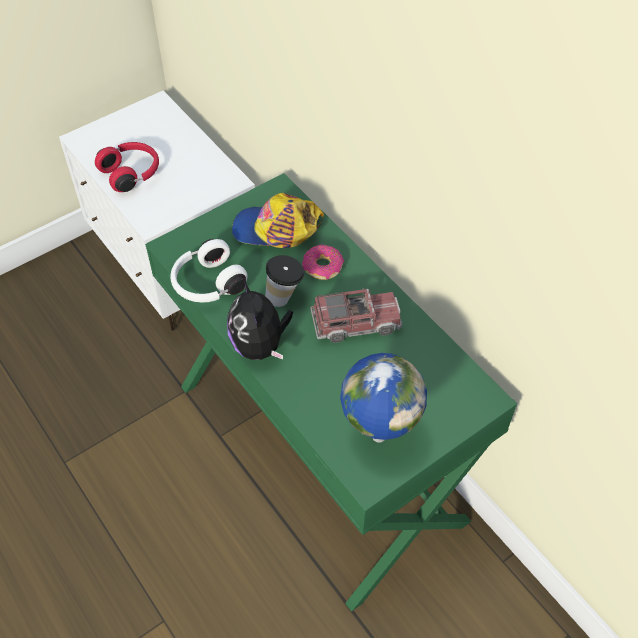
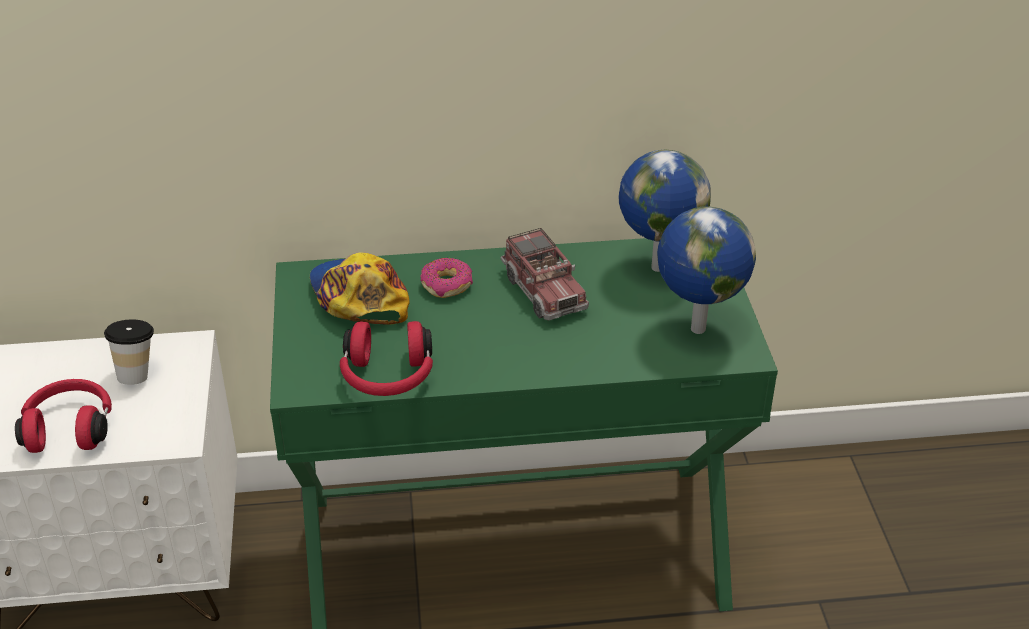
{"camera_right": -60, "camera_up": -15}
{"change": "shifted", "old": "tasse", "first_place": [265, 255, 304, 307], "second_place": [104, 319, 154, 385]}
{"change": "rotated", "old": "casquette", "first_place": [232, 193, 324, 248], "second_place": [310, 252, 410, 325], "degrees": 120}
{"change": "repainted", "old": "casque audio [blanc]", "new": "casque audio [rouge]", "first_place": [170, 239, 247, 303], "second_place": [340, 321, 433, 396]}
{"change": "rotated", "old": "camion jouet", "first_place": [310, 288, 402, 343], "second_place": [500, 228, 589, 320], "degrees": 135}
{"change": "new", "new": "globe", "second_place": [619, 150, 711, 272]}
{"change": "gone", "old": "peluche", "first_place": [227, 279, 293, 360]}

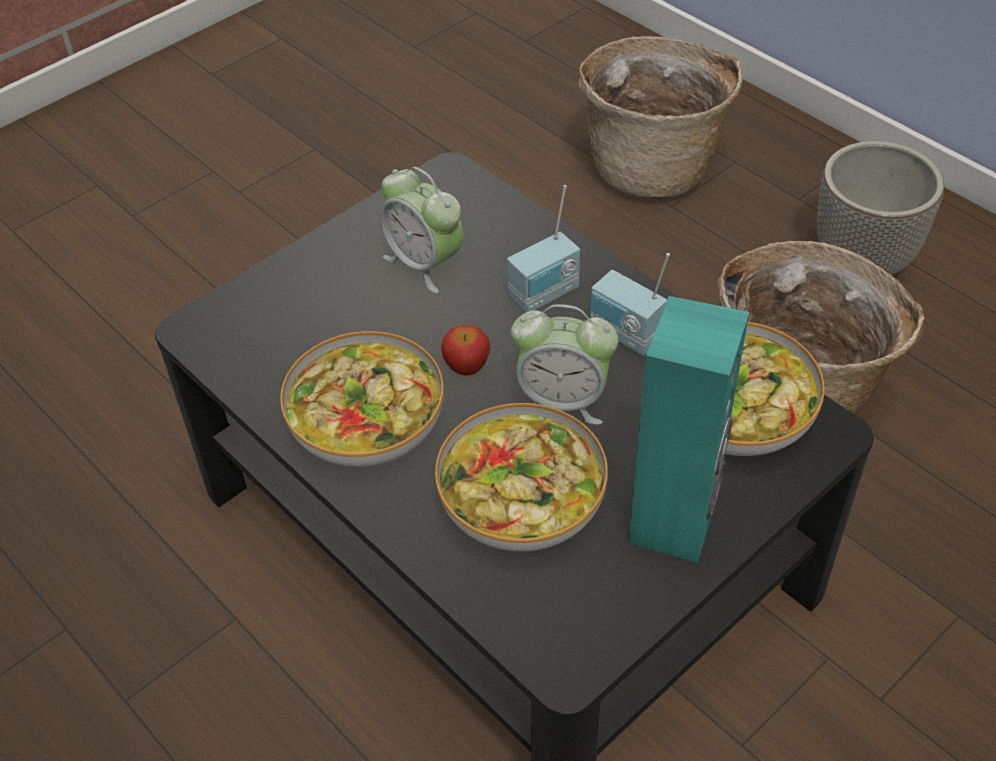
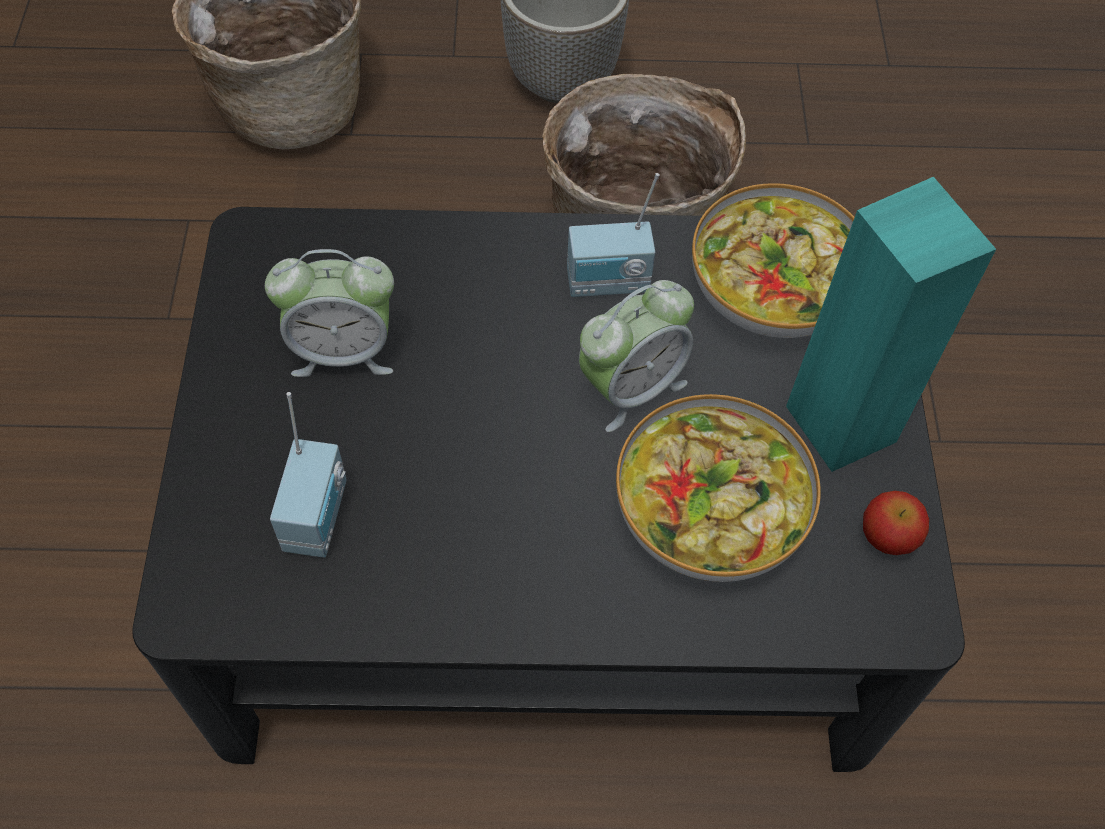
{"camera_right": -50, "camera_up": 10}
{"change": "shifted", "old": "radio", "first_place": [507, 185, 580, 313], "second_place": [270, 392, 346, 558]}
{"change": "shifted", "old": "pomme", "first_place": [441, 325, 490, 376], "second_place": [863, 491, 929, 555]}
{"change": "gone", "old": "bol", "first_place": [280, 331, 444, 467]}

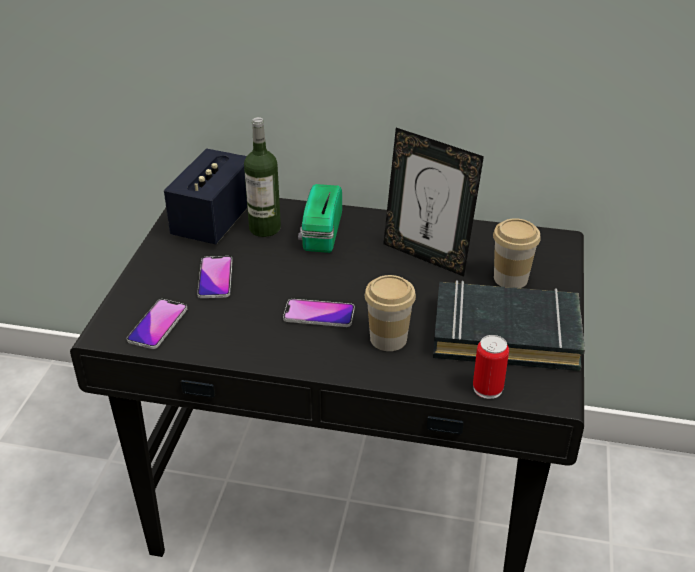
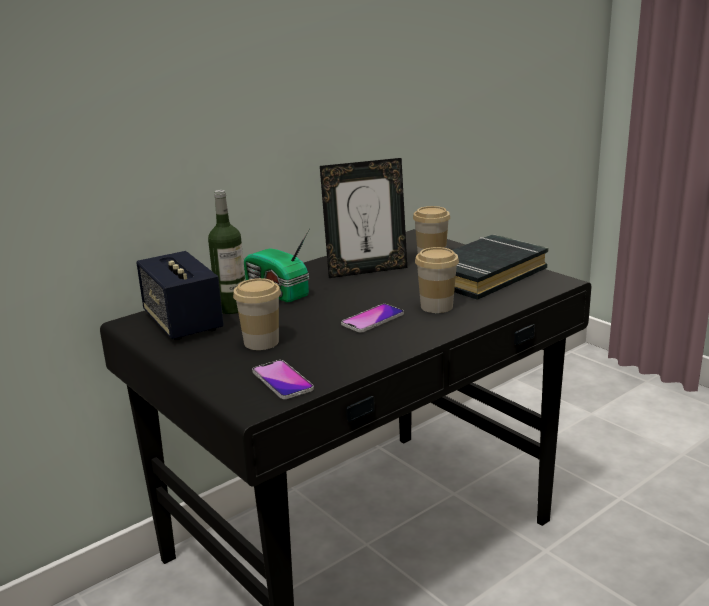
{"camera_right": -50, "camera_up": -15}
{"change": "swapped", "old": "téléphone", "new": "tasse", "first_place": [197, 256, 233, 298], "second_place": [233, 278, 281, 350]}
{"change": "gone", "old": "boîte métallique", "first_place": [473, 335, 509, 399]}

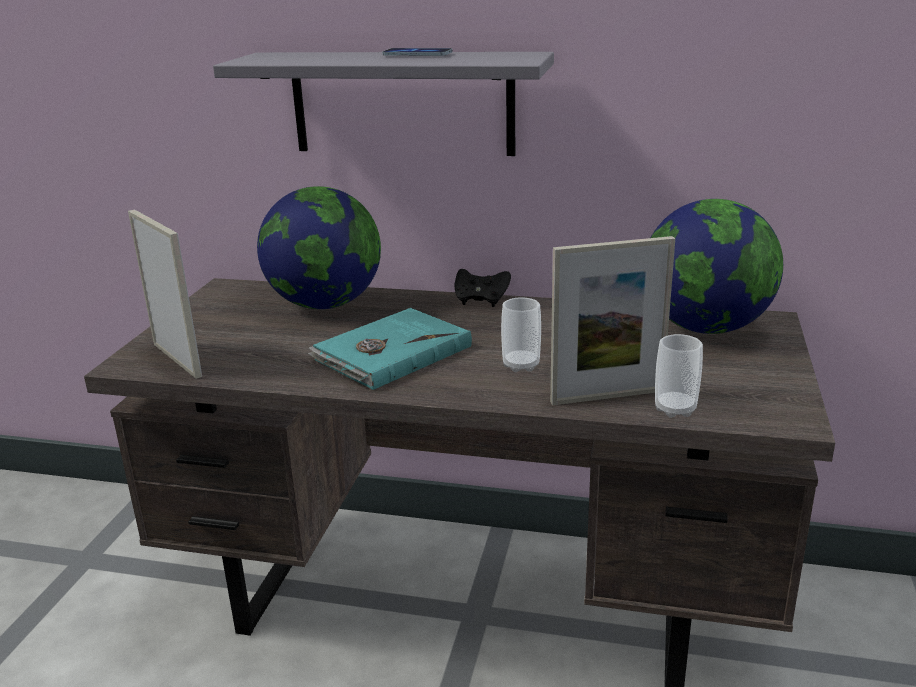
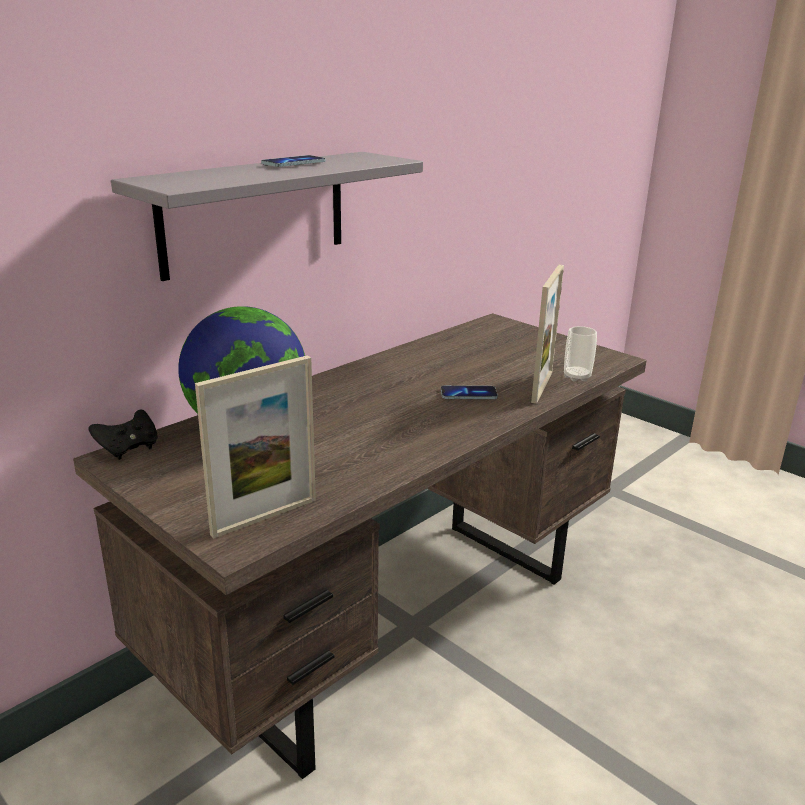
{"camera_right": -60, "camera_up": 0}
{"change": "shifted", "old": "manette [noir]", "first_place": [454, 269, 511, 307], "second_place": [88, 410, 158, 460]}
{"change": "rotated", "old": "cadre photo", "first_place": [128, 210, 202, 379], "second_place": [195, 356, 316, 539], "degrees": 150}
{"change": "swapped", "old": "tasse", "new": "téléphone", "first_place": [501, 297, 541, 372], "second_place": [441, 385, 498, 399]}
{"change": "gone", "old": "livre [turquoise]", "first_place": [308, 308, 472, 390]}
{"change": "gone", "old": "globe", "first_place": [651, 199, 783, 334]}

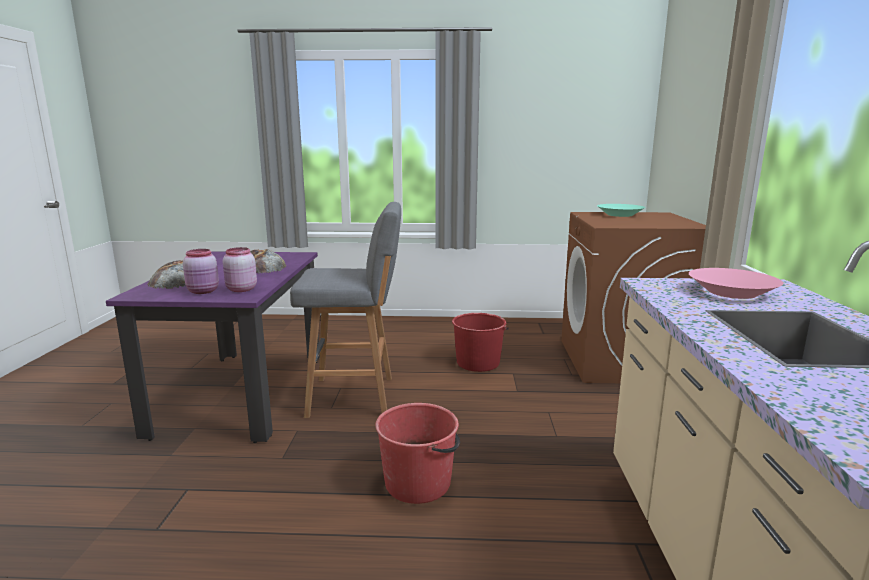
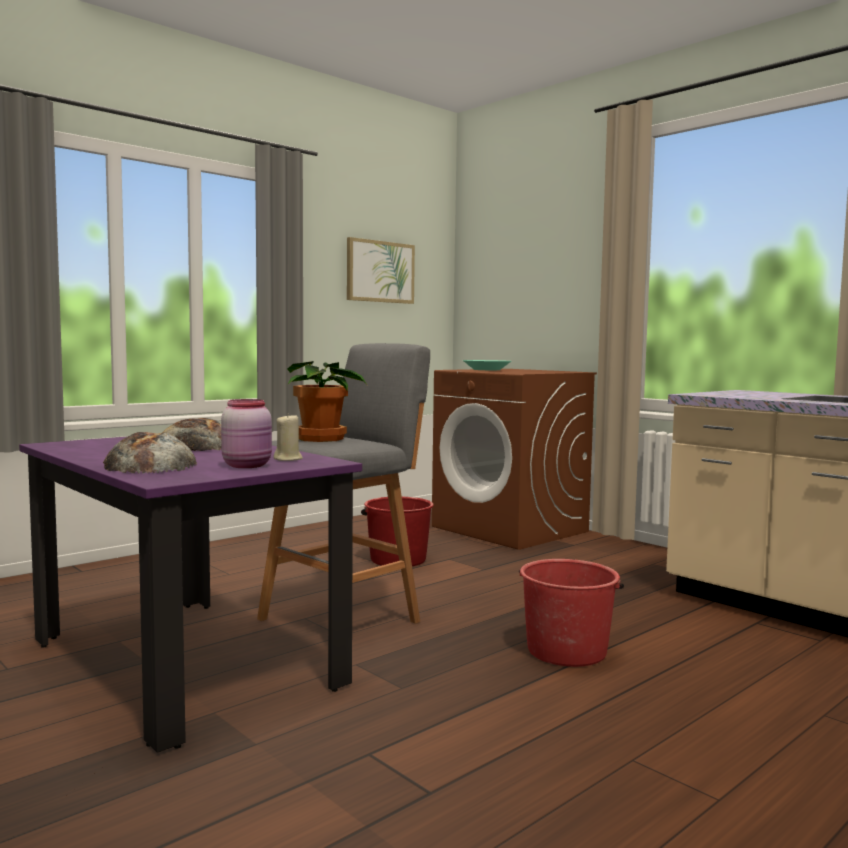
{"camera_right": -45, "camera_up": -10}
{"change": "swapped", "old": "bocal [rose]", "new": "bougie [beige]", "first_place": [223, 247, 257, 292], "second_place": [274, 413, 303, 461]}
{"change": "new", "new": "plante en pot", "second_place": [287, 361, 366, 442]}
{"change": "new", "new": "tableau", "second_place": [347, 237, 415, 304]}
{"change": "gone", "old": "bol [rose]", "first_place": [689, 268, 783, 299]}

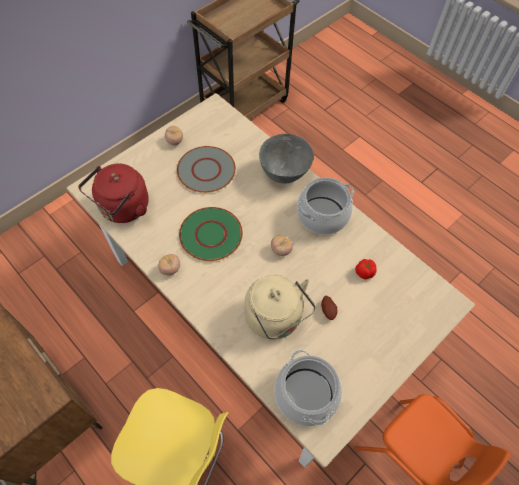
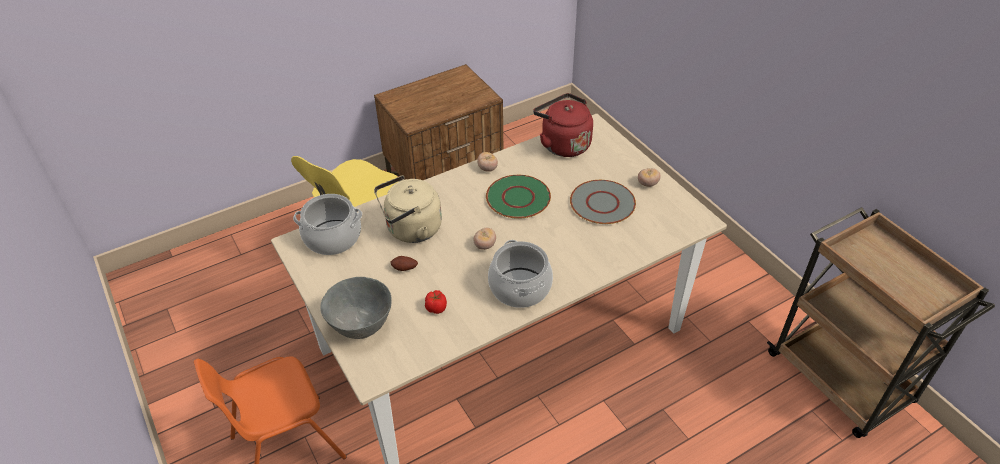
{"camera_right": 105, "camera_up": -15}
{"change": "shifted", "old": "bol [gris]", "first_place": [259, 134, 314, 183], "second_place": [320, 277, 392, 339]}

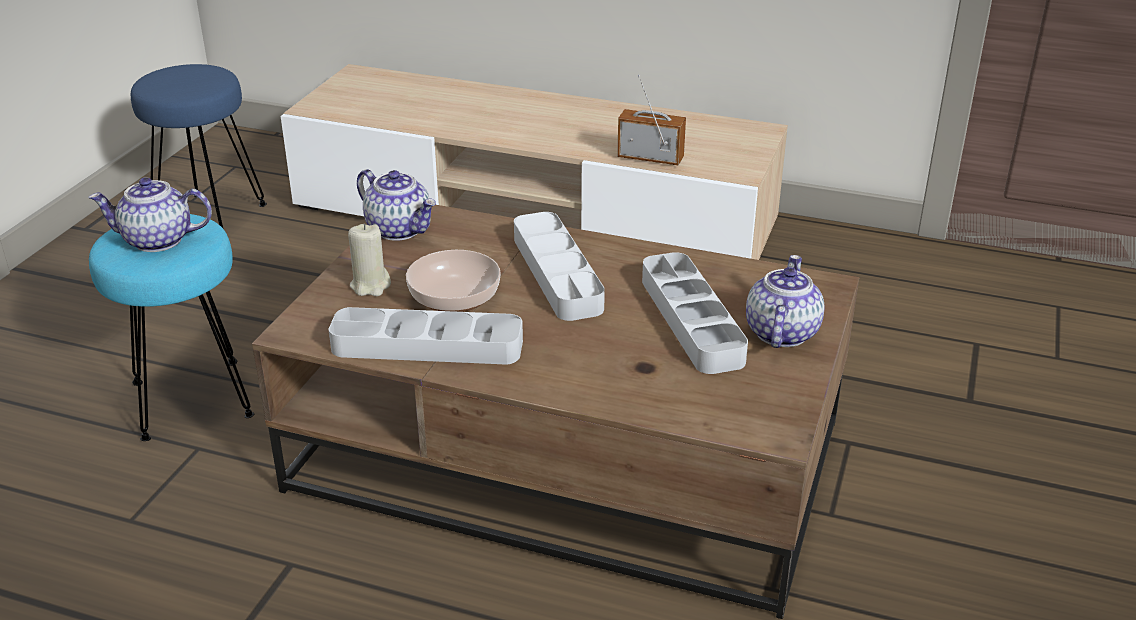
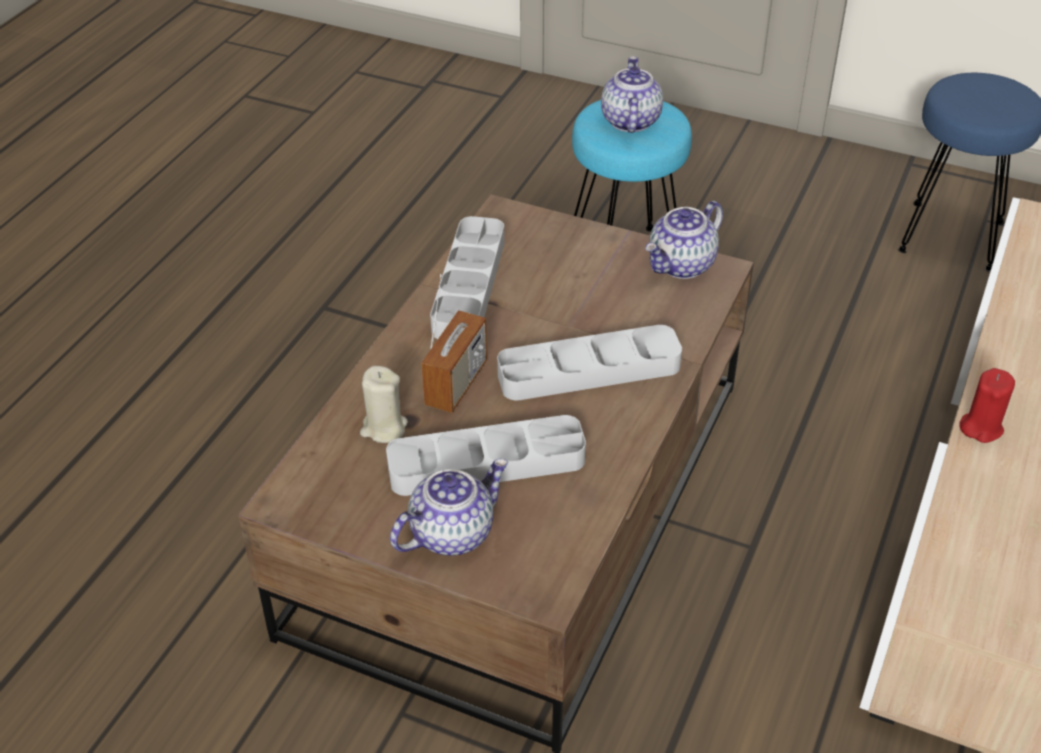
{"camera_right": 95, "camera_up": 10}
{"change": "shifted", "old": "bougie [beige]", "first_place": [348, 224, 391, 296], "second_place": [360, 366, 408, 443]}
{"change": "rotated", "old": "théière", "first_place": [746, 255, 825, 348], "second_place": [390, 459, 508, 556], "degrees": -60}
{"change": "shifted", "old": "radio", "first_place": [617, 75, 686, 165], "second_place": [421, 274, 487, 413]}
{"change": "new", "new": "bougie [rouge]", "second_place": [959, 368, 1015, 443]}
{"change": "gone", "old": "bol", "first_place": [406, 250, 501, 312]}

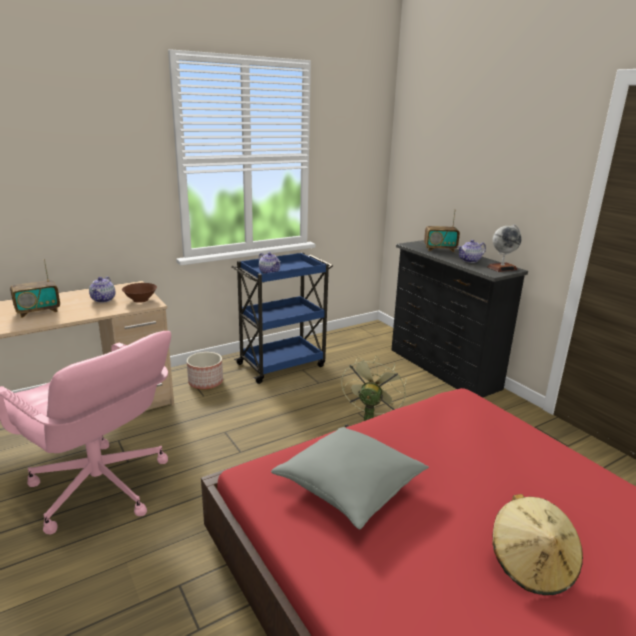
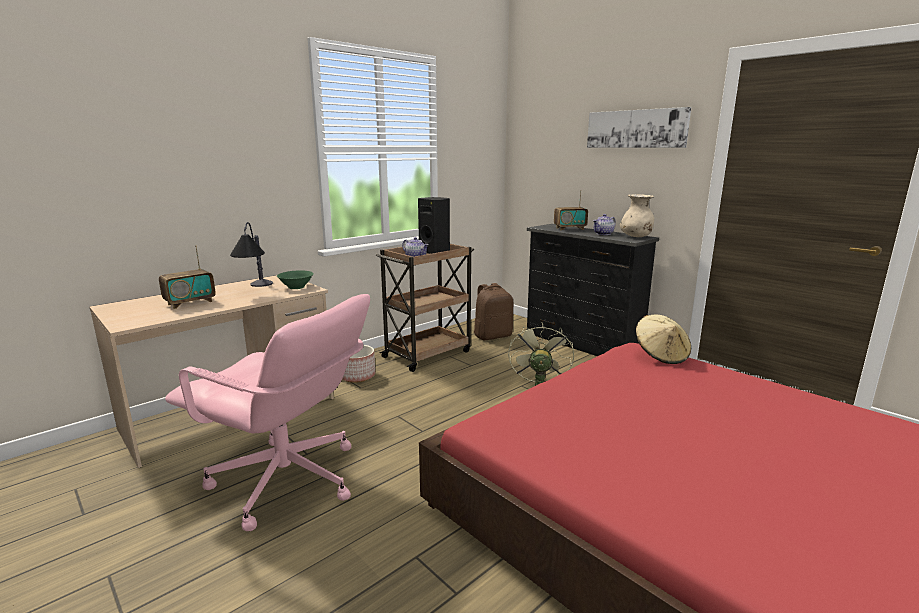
{"camera_right": -10, "camera_up": -5}
{"change": "swapped", "old": "théière", "new": "lampe de table", "first_place": [89, 277, 115, 302], "second_place": [230, 222, 273, 287]}
{"change": "repainted", "old": "bol [marron]", "new": "bol [vert]", "first_place": [122, 283, 157, 303], "second_place": [277, 270, 314, 289]}
{"change": "repainted", "old": "chariot [bleu]", "new": "chariot [marron]", "first_place": [232, 252, 333, 384], "second_place": [376, 244, 474, 372]}
{"change": "new", "new": "enceinte [noir]", "second_place": [418, 197, 450, 254]}
{"change": "new", "new": "sac à dos [marron]", "second_place": [474, 283, 513, 340]}
{"change": "new", "new": "tableau", "second_place": [587, 107, 691, 148]}
{"change": "swapped", "old": "globe", "new": "vase [beige]", "first_place": [487, 224, 521, 272], "second_place": [620, 194, 654, 237]}
{"change": "shifted", "old": "chapeau [beige]", "first_place": [492, 494, 583, 595], "second_place": [636, 315, 691, 364]}
{"change": "gone", "old": "coussin [gris]", "first_place": [271, 427, 429, 529]}

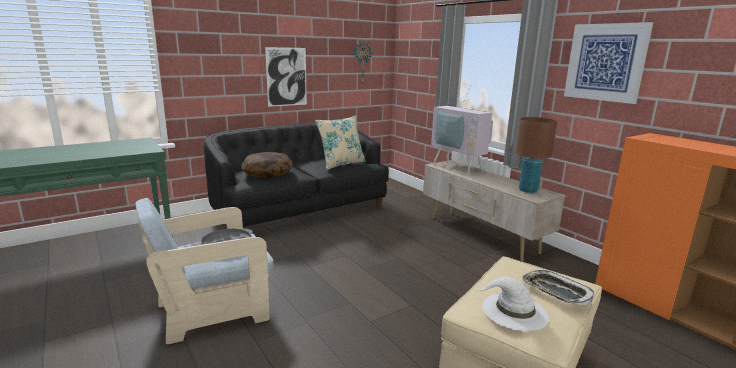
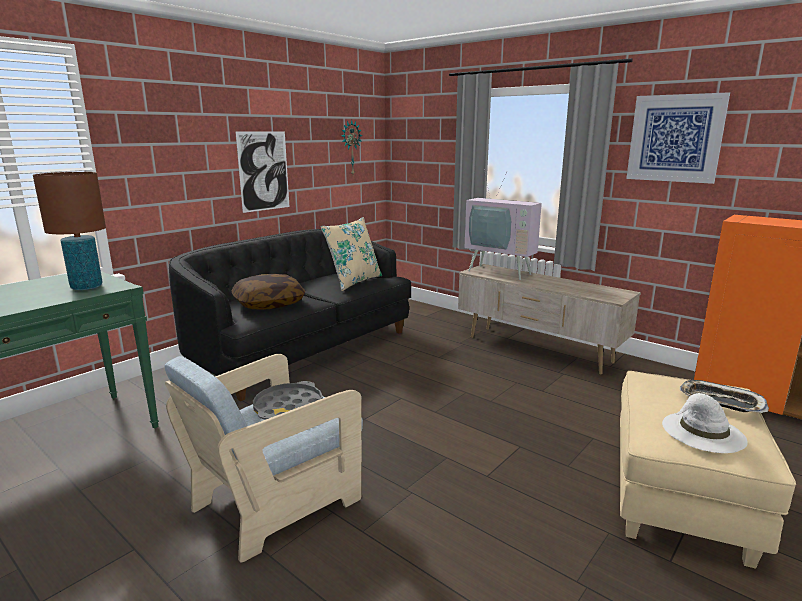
{"camera_right": -15, "camera_up": 0}
{"change": "shifted", "old": "lampe de table [marron]", "first_place": [516, 117, 557, 193], "second_place": [33, 172, 106, 290]}

